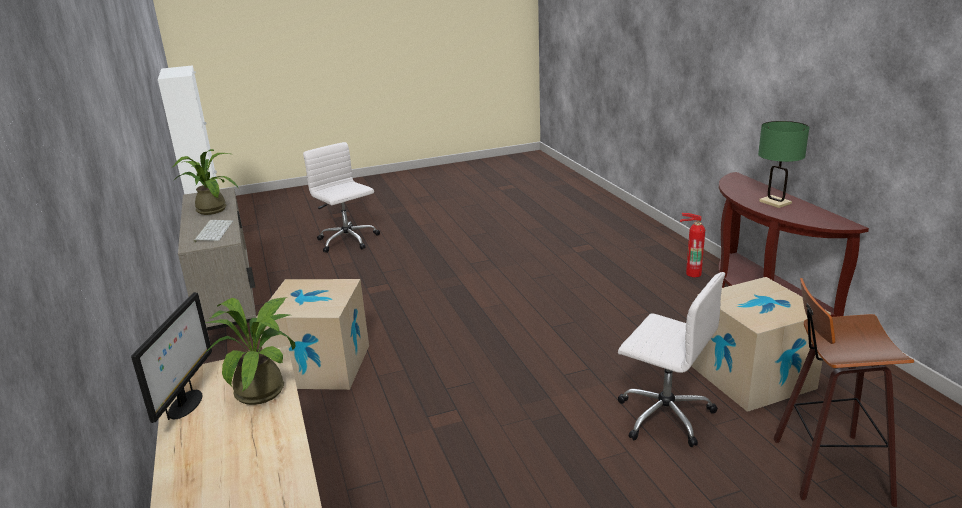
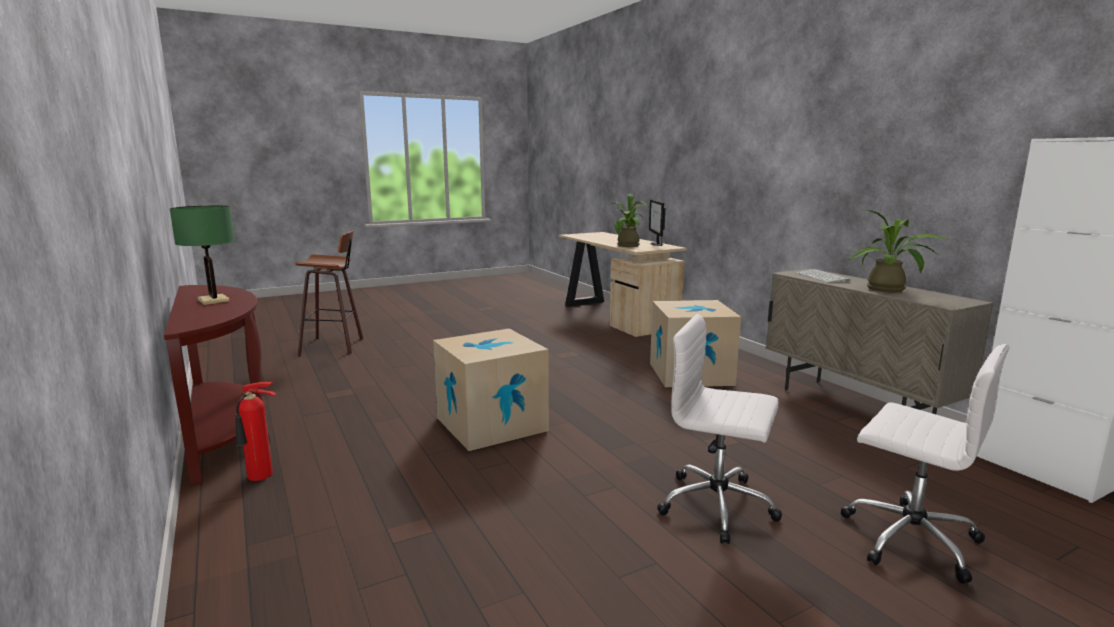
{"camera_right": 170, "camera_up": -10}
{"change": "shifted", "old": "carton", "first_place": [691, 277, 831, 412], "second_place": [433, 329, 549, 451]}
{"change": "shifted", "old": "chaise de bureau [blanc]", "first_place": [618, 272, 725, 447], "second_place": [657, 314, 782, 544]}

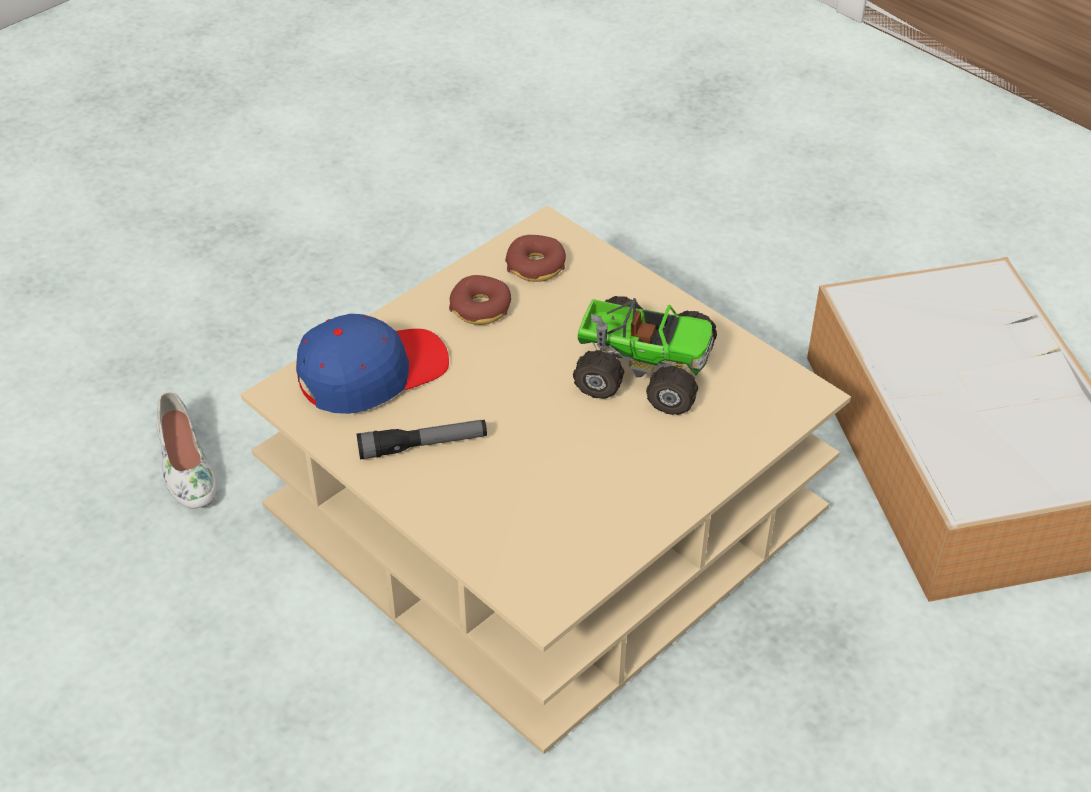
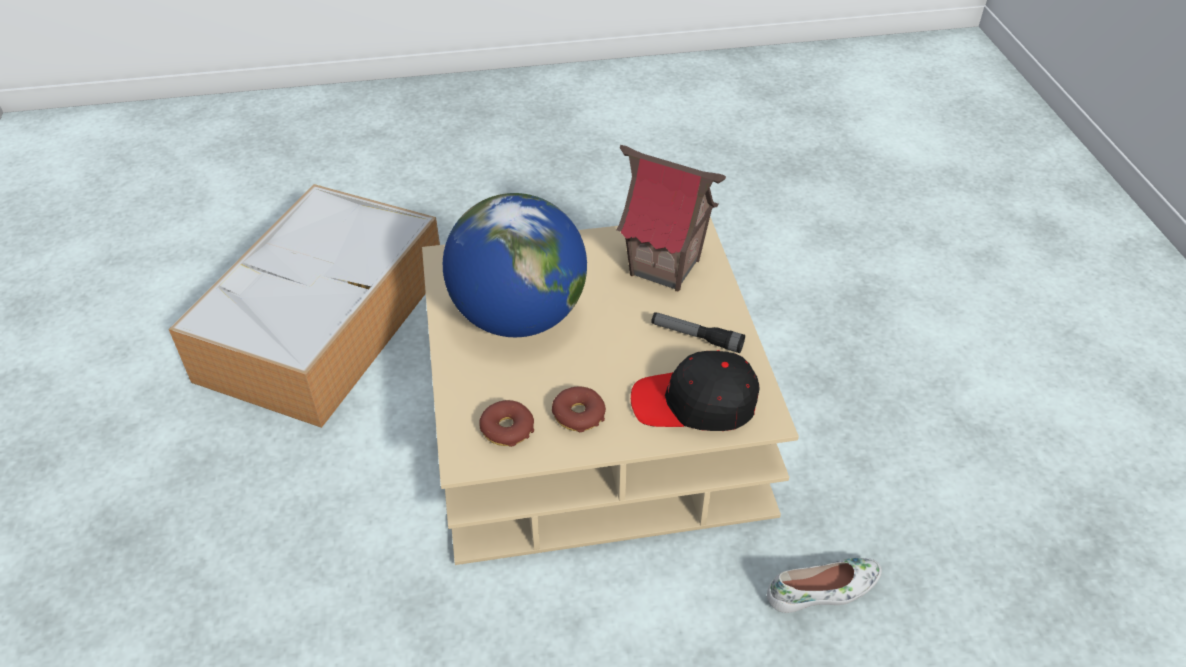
{"camera_right": -145, "camera_up": 0}
{"change": "swapped", "old": "camion jouet", "new": "globe", "first_place": [573, 296, 717, 415], "second_place": [443, 193, 587, 337]}
{"change": "new", "new": "maison miniature", "second_place": [616, 145, 726, 291]}
{"change": "repainted", "old": "casquette [bleu]", "new": "casquette [noir]", "first_place": [296, 314, 449, 414], "second_place": [631, 350, 759, 431]}
{"change": "rotated", "old": "chaussure [blanc]", "first_place": [156, 391, 217, 509], "second_place": [767, 558, 882, 613], "degrees": 60}

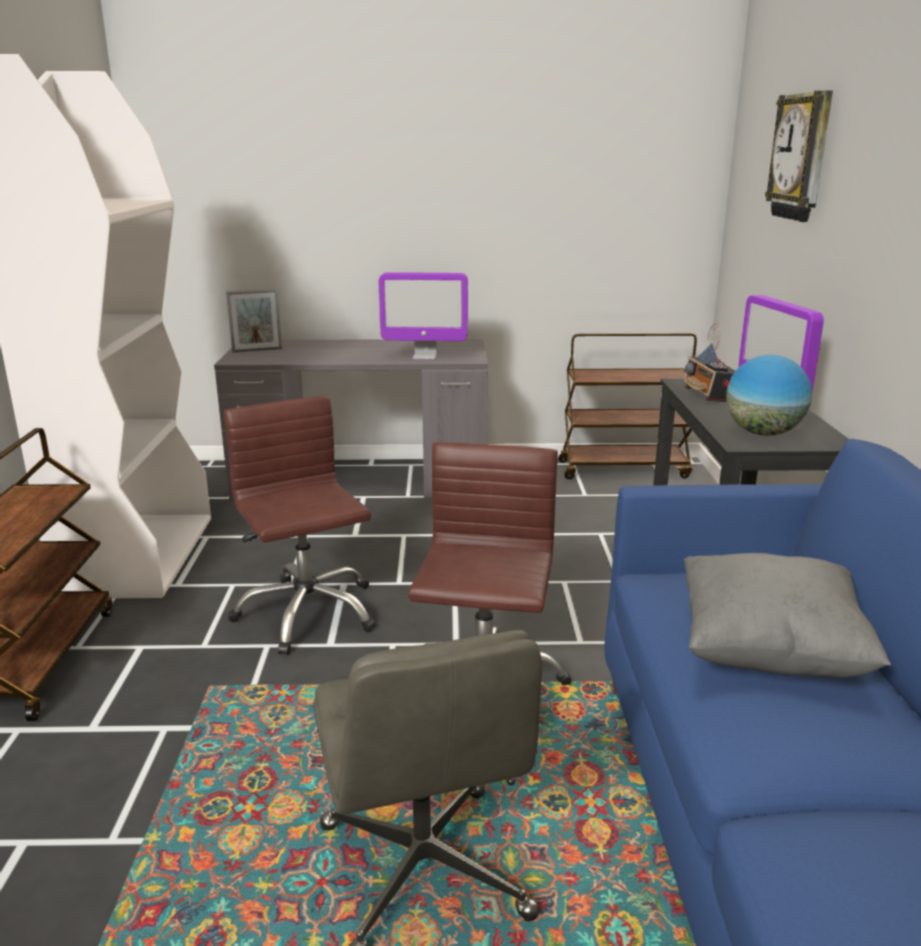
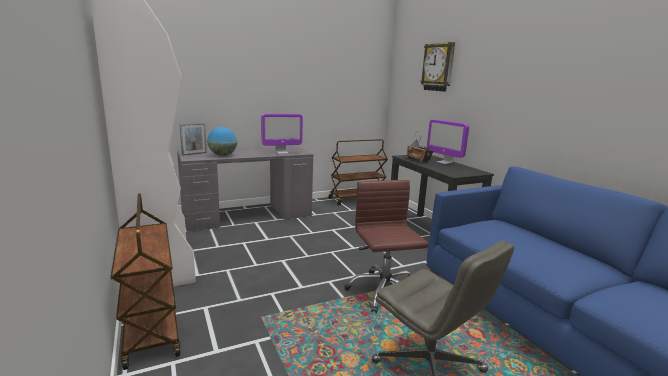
{"camera_right": -25, "camera_up": -5}
{"change": "shifted", "old": "globe", "first_place": [726, 355, 812, 436], "second_place": [207, 127, 237, 156]}
{"change": "gone", "old": "chaise de bureau [marron]", "first_place": [224, 395, 376, 655]}
{"change": "gone", "old": "coussin [gris]", "first_place": [684, 553, 891, 678]}

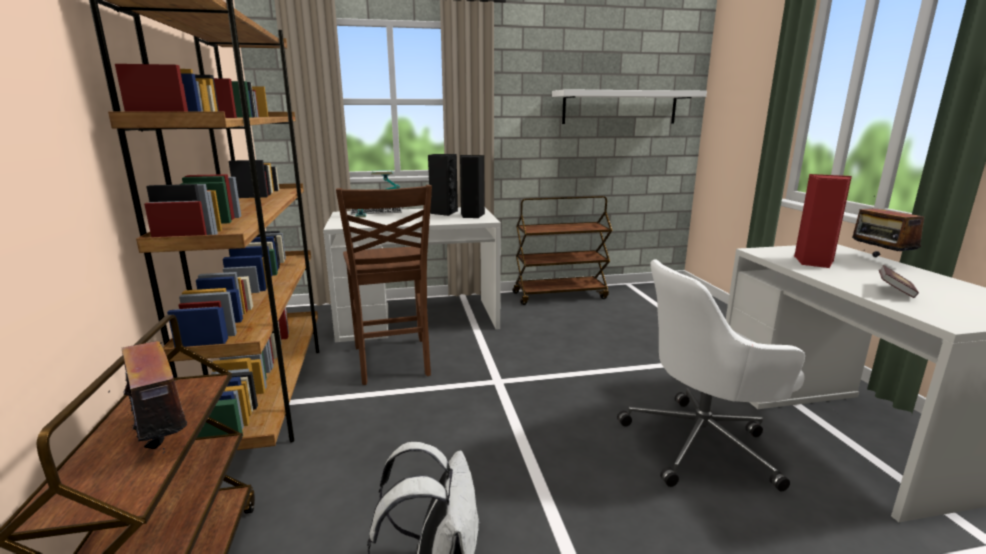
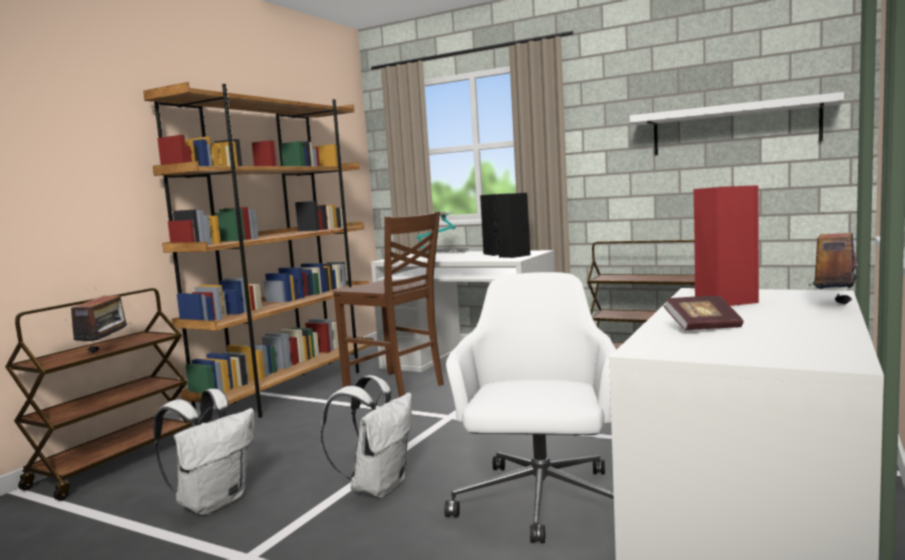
{"camera_right": 40, "camera_up": -10}
{"change": "new", "new": "sac à dos [blanc]", "second_place": [321, 375, 412, 497]}
{"change": "rotated", "old": "chaise [marron]", "first_place": [336, 185, 432, 385], "second_place": [333, 211, 444, 397], "degrees": -75}
{"change": "rotated", "old": "chaise de bureau [blanc]", "first_place": [617, 259, 805, 491], "second_place": [444, 272, 616, 543], "degrees": 75}

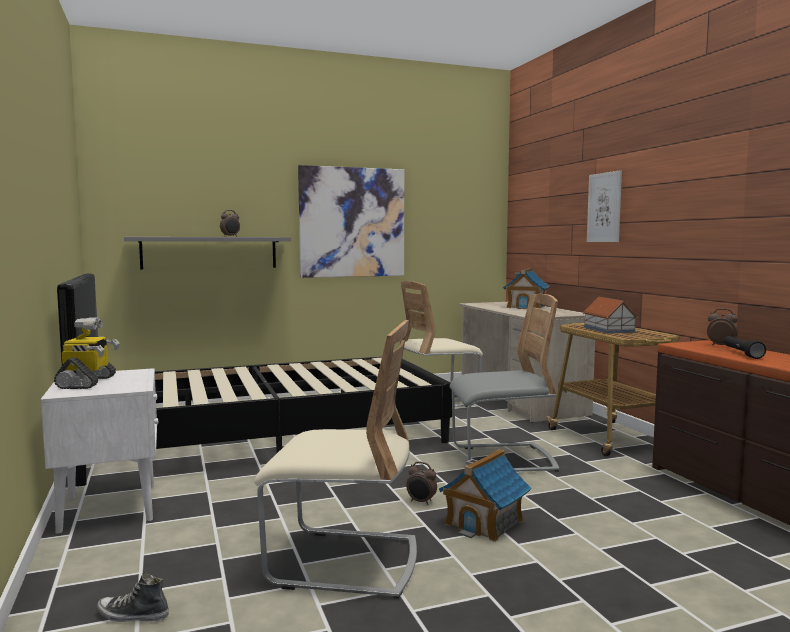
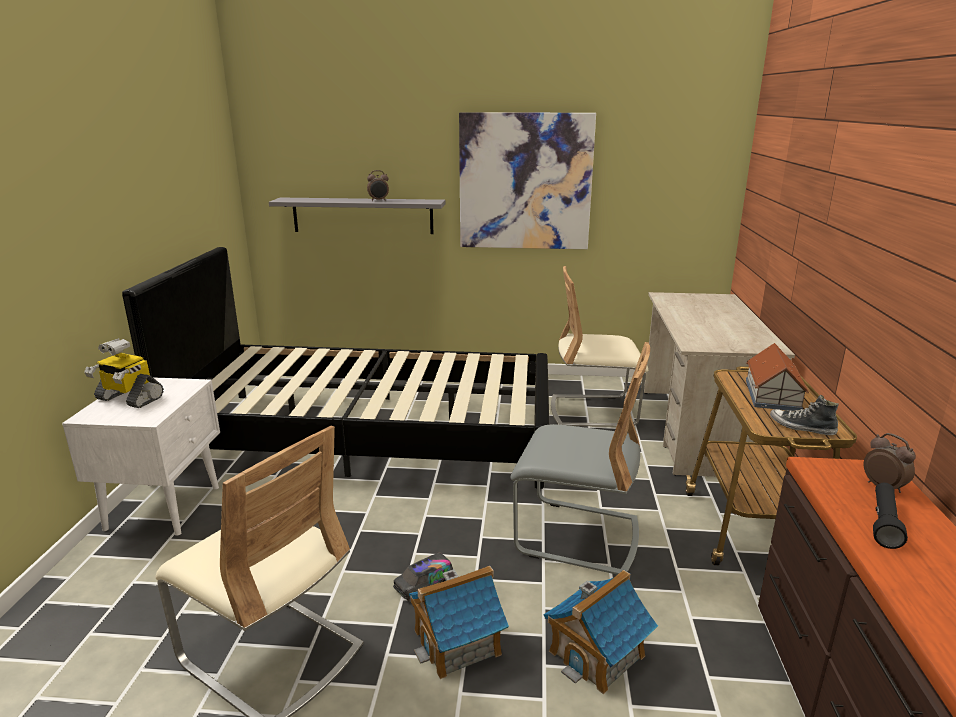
{"camera_right": 25, "camera_up": 15}
{"change": "rotated", "old": "robot jouet", "first_place": [54, 317, 120, 389], "second_place": [84, 338, 164, 408], "degrees": 90}
{"change": "swapped", "old": "réveil", "new": "camion jouet", "first_place": [406, 462, 437, 505], "second_place": [393, 552, 453, 602]}
{"change": "shifted", "old": "maison miniature", "first_place": [503, 268, 550, 309], "second_place": [543, 570, 658, 694]}
{"change": "shifted", "old": "chaussure", "first_place": [97, 572, 169, 622], "second_place": [770, 395, 839, 435]}
{"change": "gone", "old": "tableau", "first_place": [587, 170, 622, 242]}

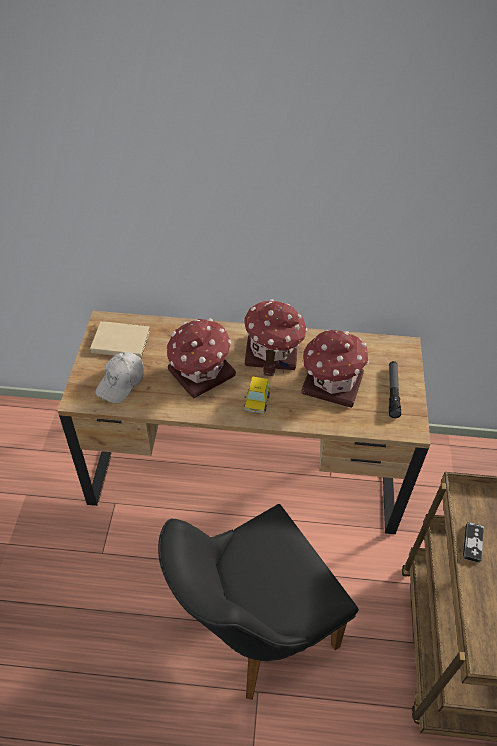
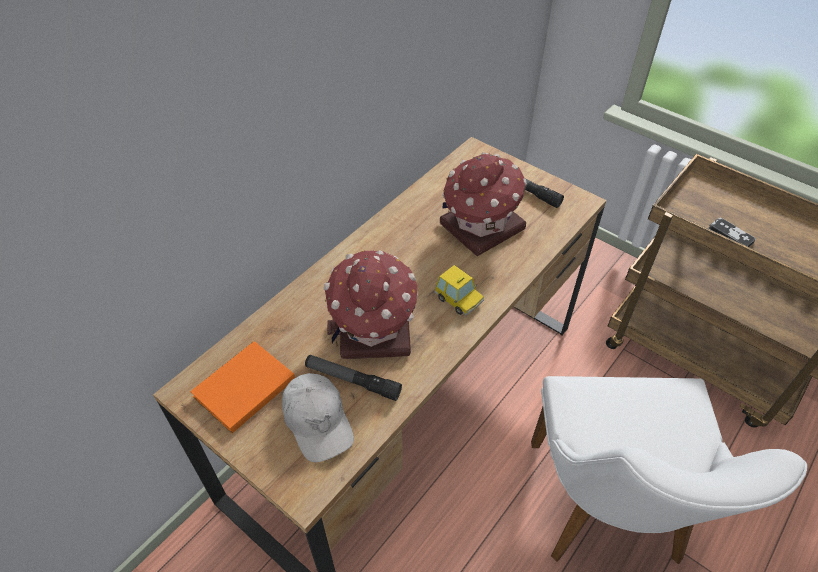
{"camera_right": -55, "camera_up": 0}
{"change": "repainted", "old": "livre [beige]", "new": "livre [orange]", "first_place": [90, 321, 150, 358], "second_place": [190, 341, 295, 433]}
{"change": "new", "new": "lampe de poche", "second_place": [305, 355, 402, 401]}
{"change": "repainted", "old": "chaise [noir]", "new": "chaise [blanc]", "first_place": [158, 504, 359, 700], "second_place": [531, 376, 807, 564]}
{"change": "gone", "old": "maison miniature", "first_place": [243, 299, 307, 376]}

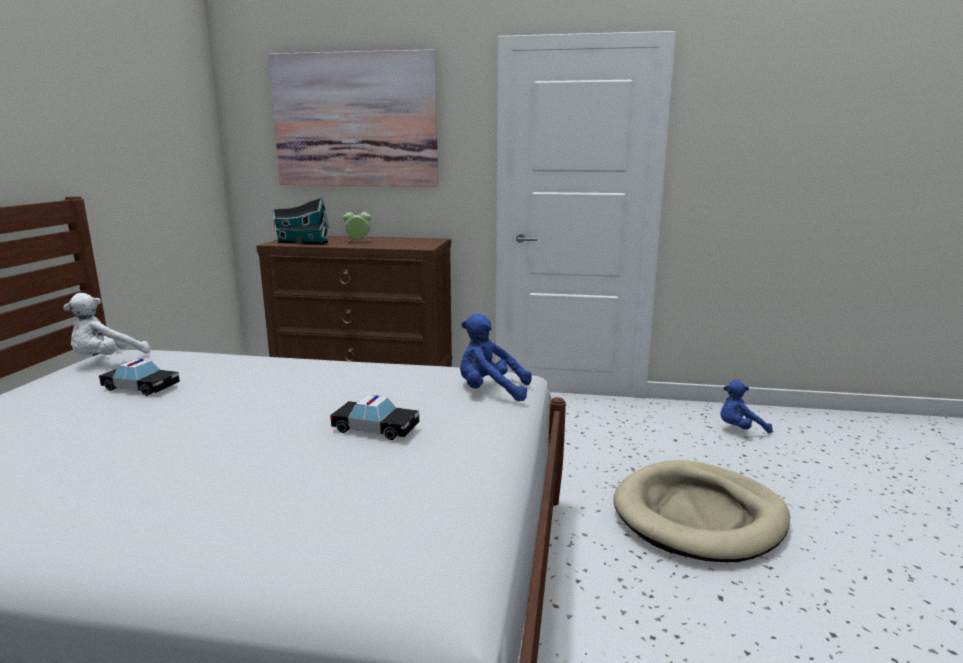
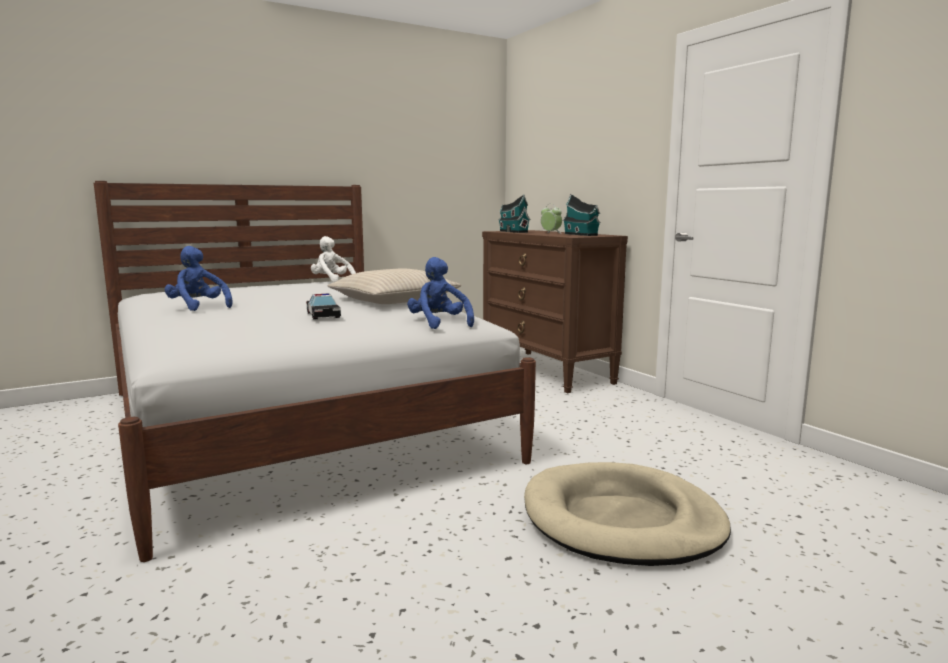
{"camera_right": 50, "camera_up": -5}
{"change": "shifted", "old": "peluche [bleu]", "first_place": [720, 380, 773, 433], "second_place": [164, 246, 233, 311]}
{"change": "rotated", "old": "peluche [blanc]", "first_place": [63, 293, 150, 355], "second_place": [311, 236, 356, 282], "degrees": 45}
{"change": "new", "new": "coussin [beige]", "second_place": [328, 269, 461, 304]}
{"change": "new", "new": "maison miniature", "second_place": [563, 194, 601, 236]}
{"change": "gone", "old": "petite voiture", "first_place": [99, 359, 180, 396]}
{"change": "gone", "old": "tableau", "first_place": [268, 49, 438, 187]}

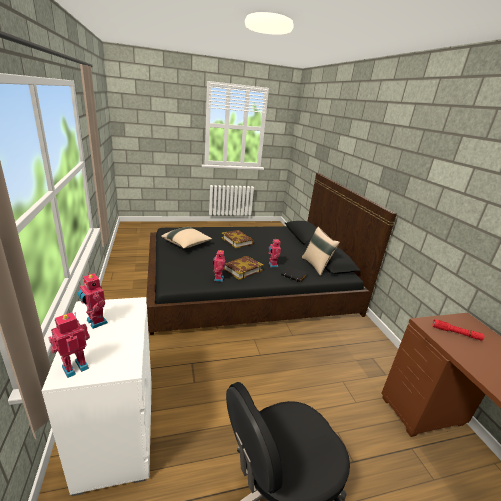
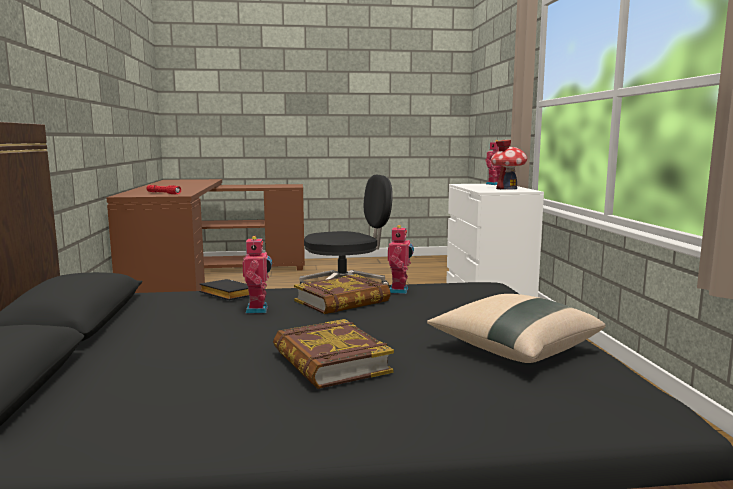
{"camera_right": -170, "camera_up": -15}
{"change": "swapped", "old": "robot jouet", "new": "maison miniature", "first_place": [78, 274, 108, 329], "second_place": [491, 140, 527, 189]}
{"change": "gone", "old": "coussin [beige]", "first_place": [302, 227, 340, 276]}

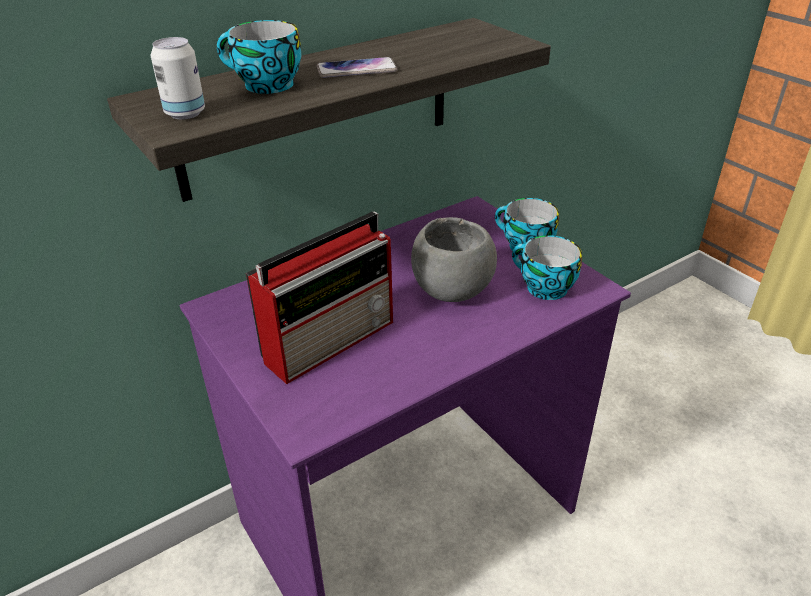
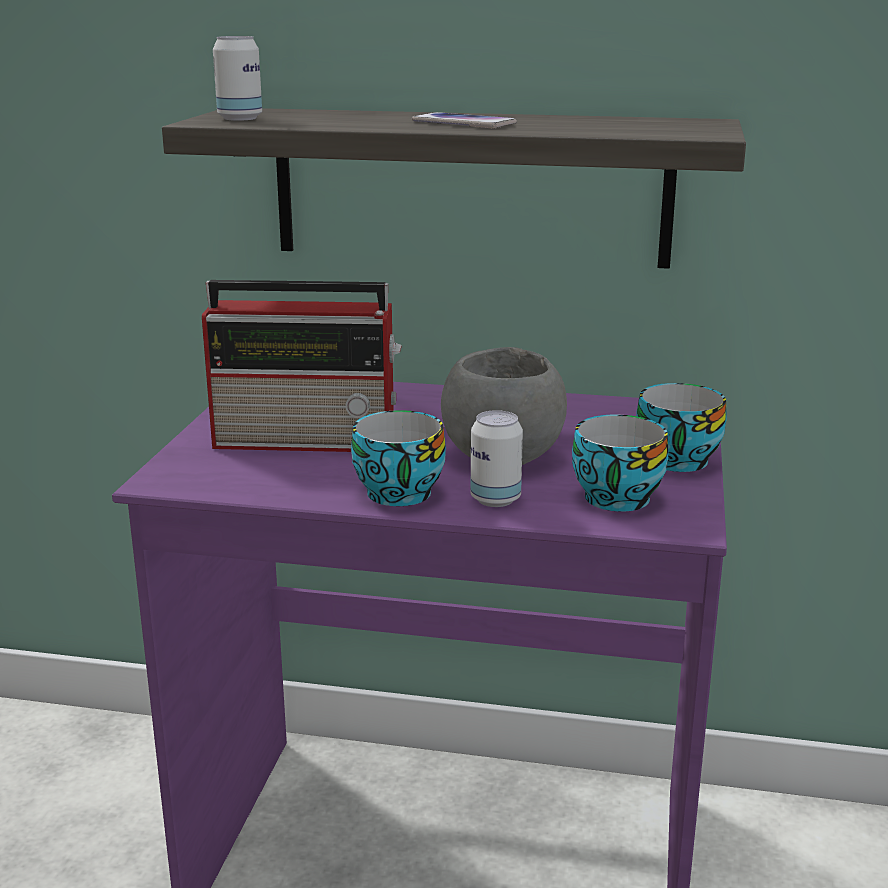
{"camera_right": 45, "camera_up": -15}
{"change": "shifted", "old": "tasse", "first_place": [217, 20, 301, 94], "second_place": [351, 410, 446, 506]}
{"change": "new", "new": "boîte métallique", "second_place": [470, 410, 523, 507]}

